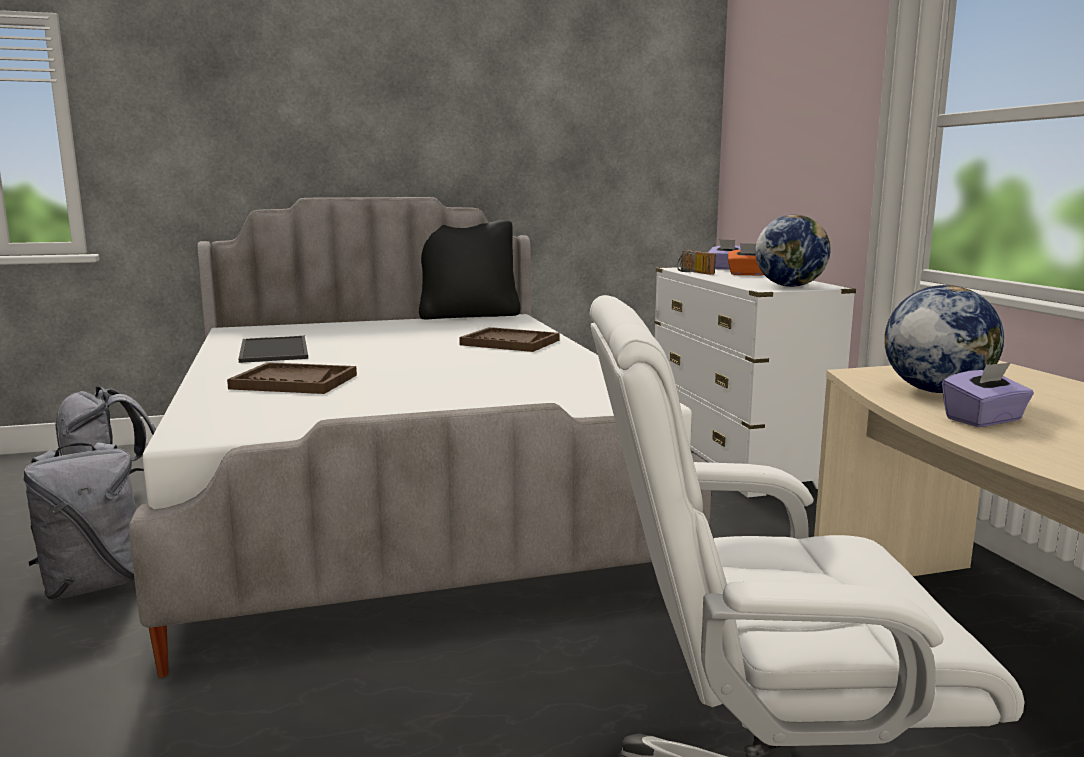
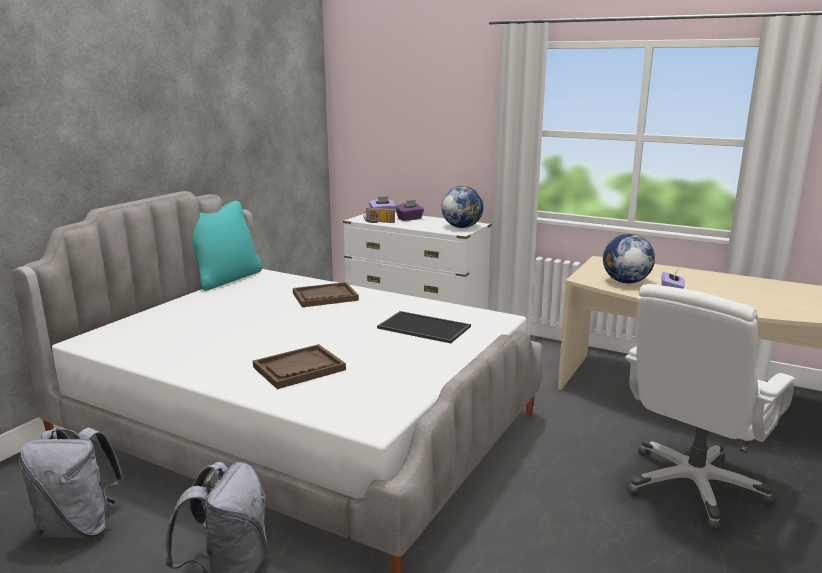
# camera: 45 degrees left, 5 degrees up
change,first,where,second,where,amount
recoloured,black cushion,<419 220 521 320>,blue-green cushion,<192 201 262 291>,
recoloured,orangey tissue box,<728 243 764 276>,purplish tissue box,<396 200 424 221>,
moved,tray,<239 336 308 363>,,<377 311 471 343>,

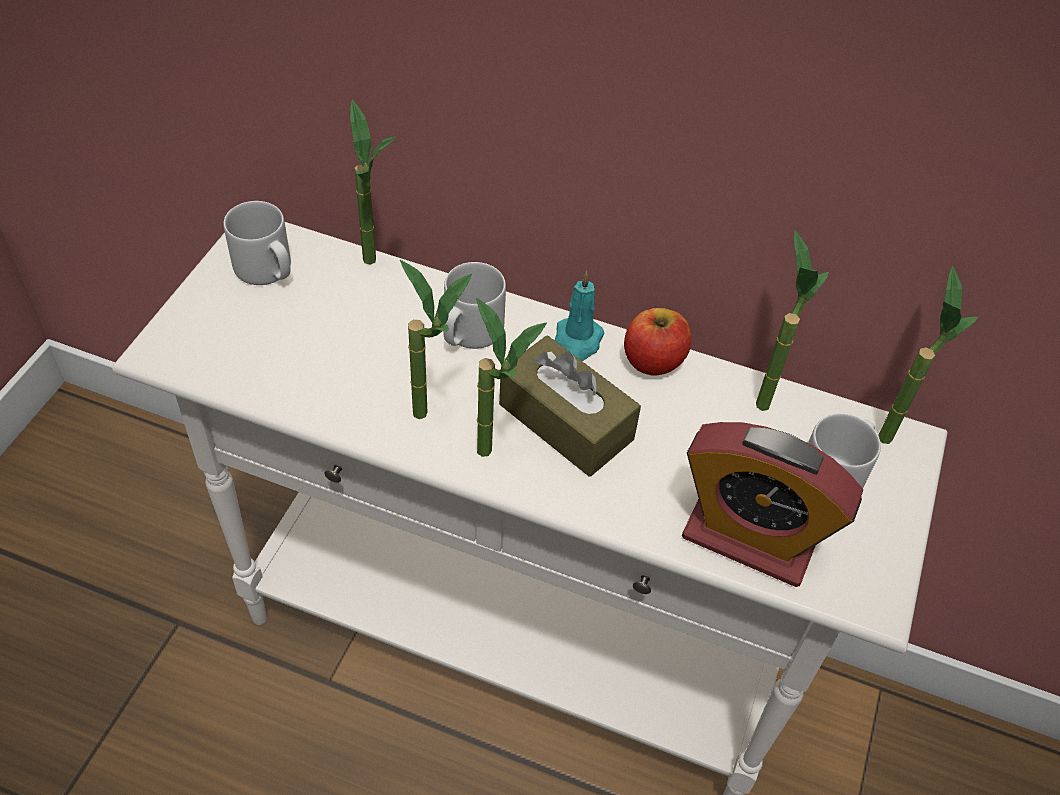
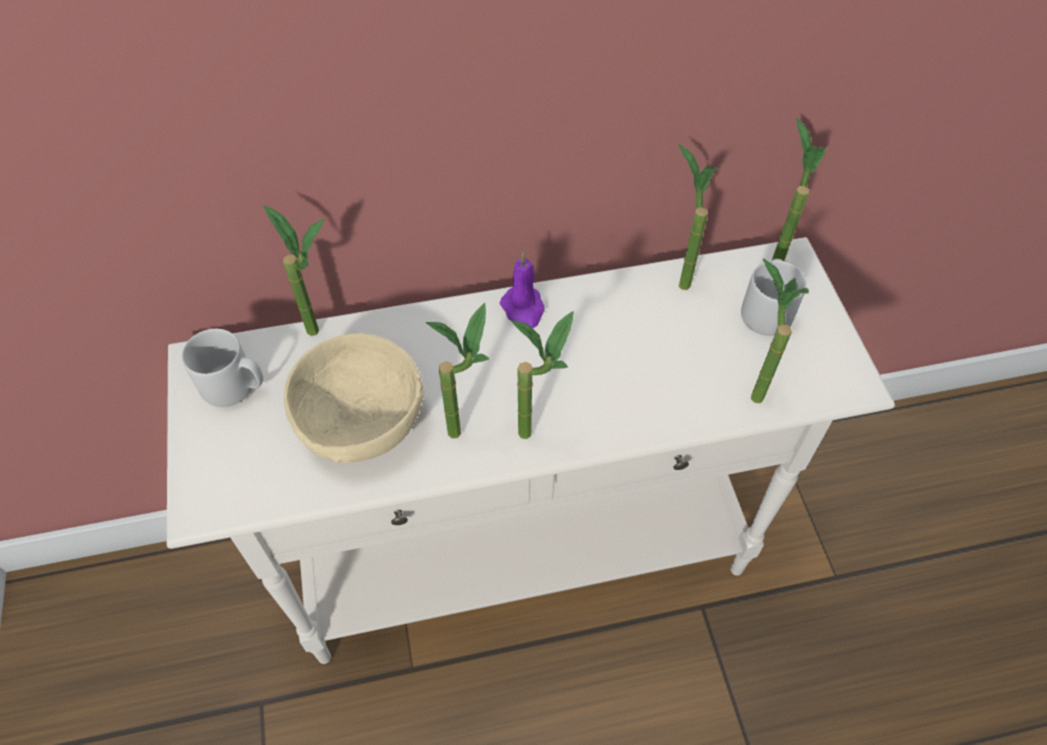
# camera: 30 degrees left, 5 degrees up
change,first,where,second,where,amount
removed,gray coffee mug,<443 262 506 349>,,,
recoloured,blue-green wax light,<555 271 604 361>,purplish wax light,<500 252 545 328>,
removed,apple,<624 308 692 376>,,,
removed,brown tissue box,<499 336 641 477>,,,
replaced,alarm clock,<682 422 863 587>,plant in a pot,<751 258 809 403>,
added,,,beige deep dish,<284 333 424 463>,

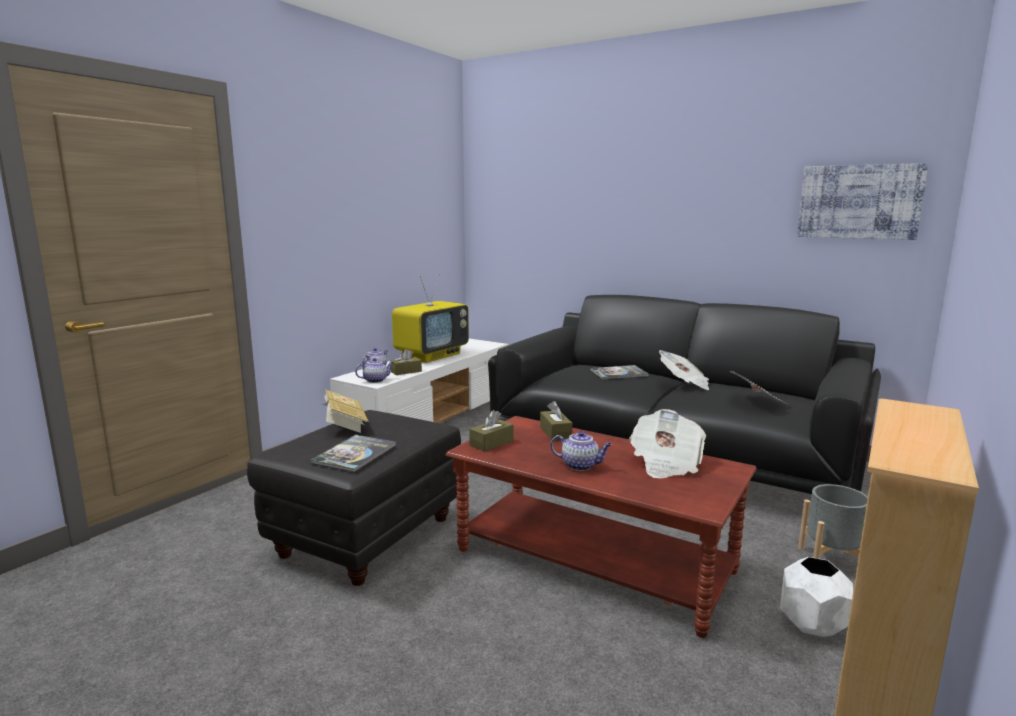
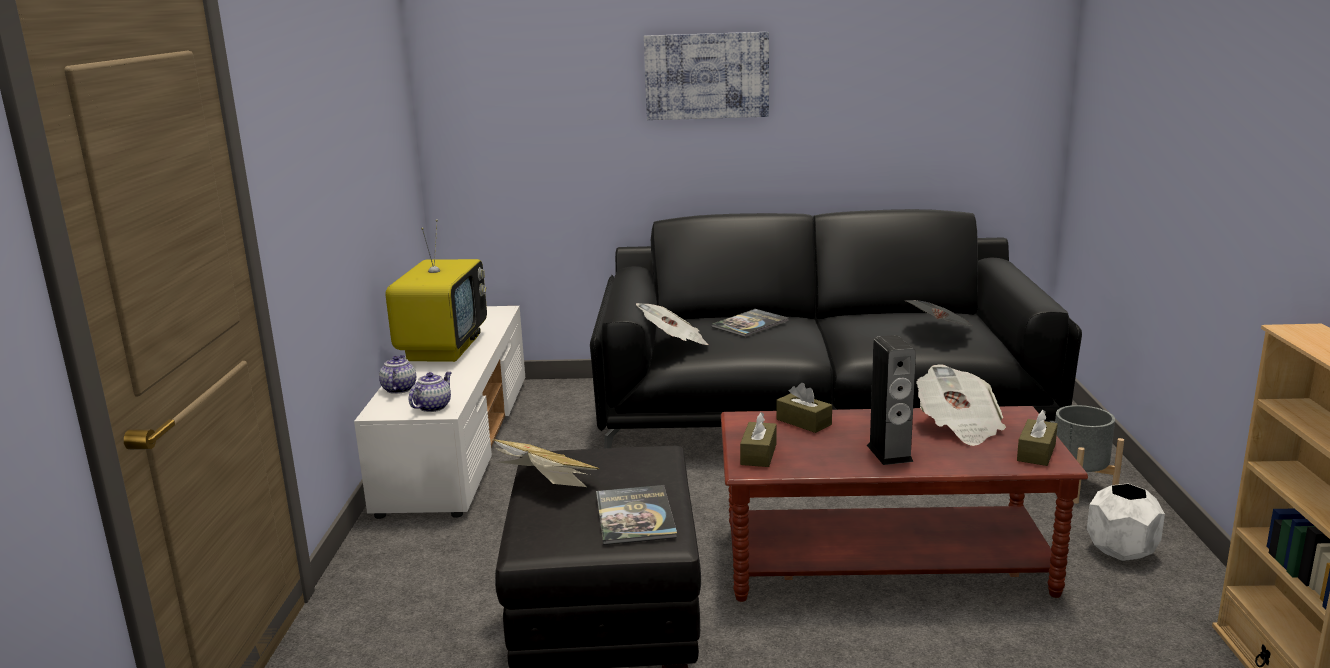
# camera: 30 degrees left, 5 degrees up
change,first,where,second,where,amount
moved,wall art,<797 163 928 240>,,<644 32 769 120>,
moved,brown tissue box,<390 349 422 375>,,<1017 410 1058 466>,
moved,newspaper,<659 350 709 390>,,<636 303 708 345>,
replaced,teapot,<550 431 612 471>,speaker,<867 335 916 465>,

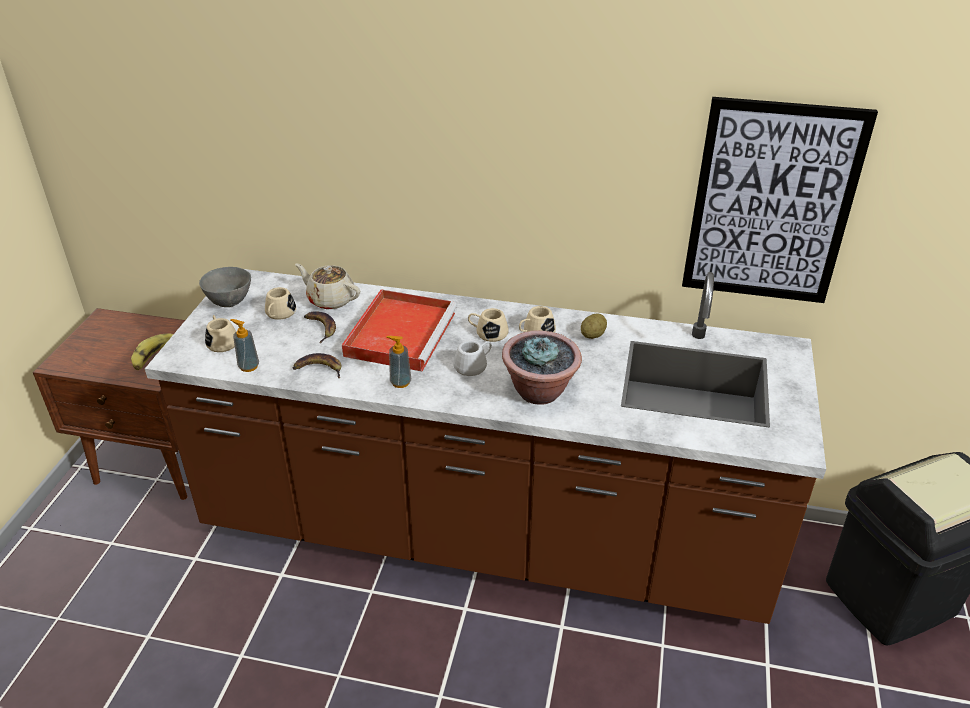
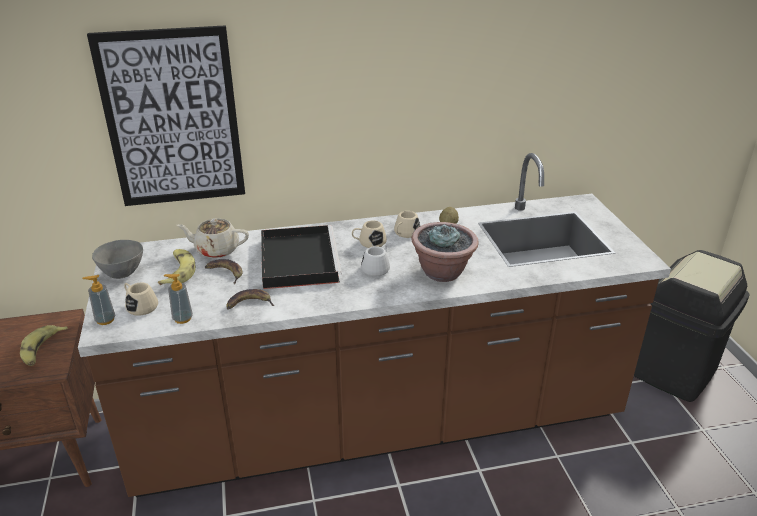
# camera: 25 degrees left, 5 degrees down
change,first,where,second,where,amount
moved,wall art,<682 97 878 303>,,<87 25 245 206>,
replaced,beige coffee mug,<265 287 296 320>,banana,<158 249 196 285>,
recoloured,red-coloured tray,<342 290 457 371>,black tray,<261 225 342 289>,
moved,liquid soap bottle,<386 336 411 388>,,<83 275 116 325>,

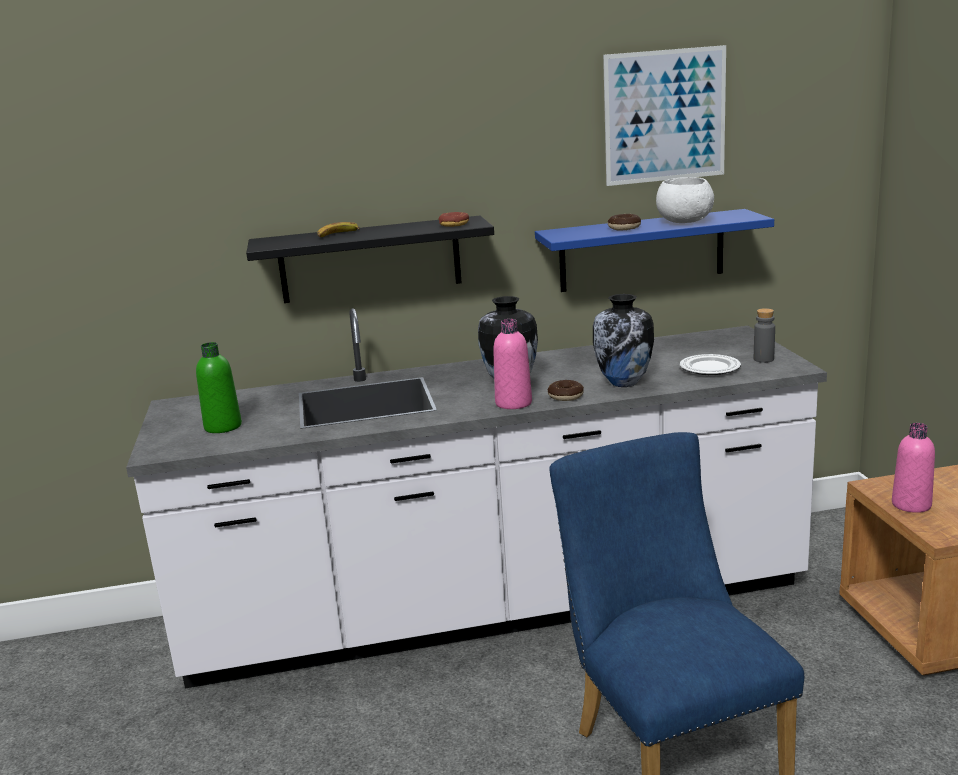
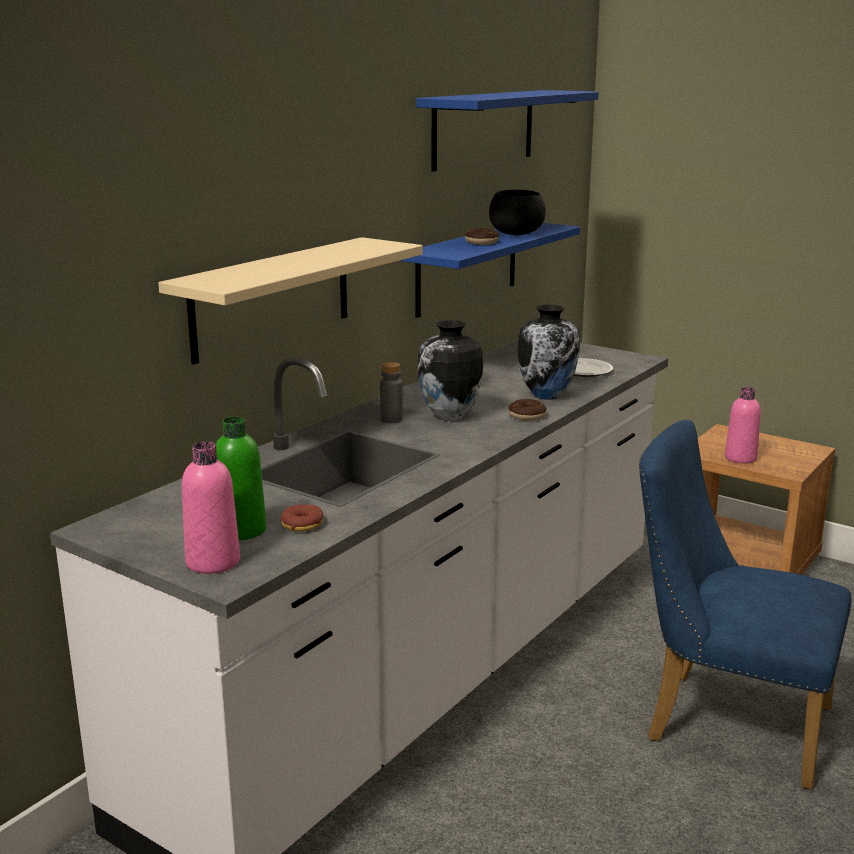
# camera: 45 degrees left, 0 degrees up
change,first,where,second,where,amount
replaced,wall art,<603 45 726 186>,bluish wall shelf,<416 90 599 172>,
recoloured,white deep dish,<656 177 714 223>,black deep dish,<489 190 546 235>,
moved,doughnut,<438 212 469 227>,,<280 505 323 532>,
recoloured,black wall shelf,<246 216 494 303>,beige wall shelf,<158 237 423 365>,
removed,banana,<317 222 360 237>,,,
moved,gray drink bottle,<754 308 775 363>,,<380 362 403 423>,
moved,pinkish drink bottle,<493 319 532 409>,,<182 442 240 574>,

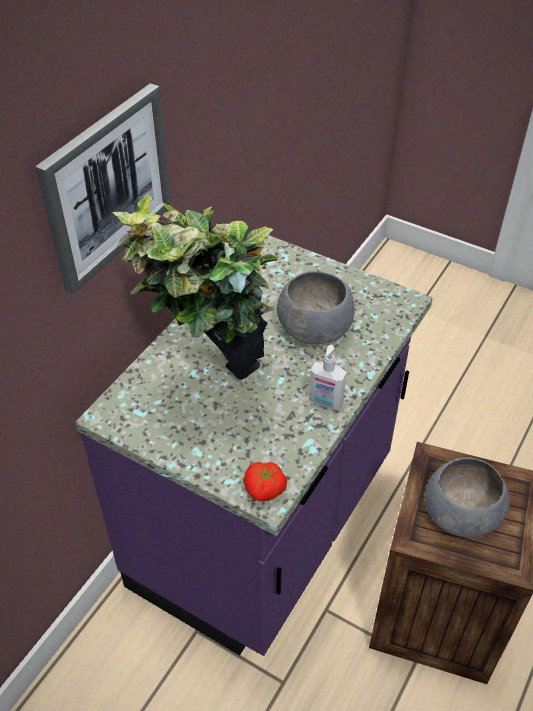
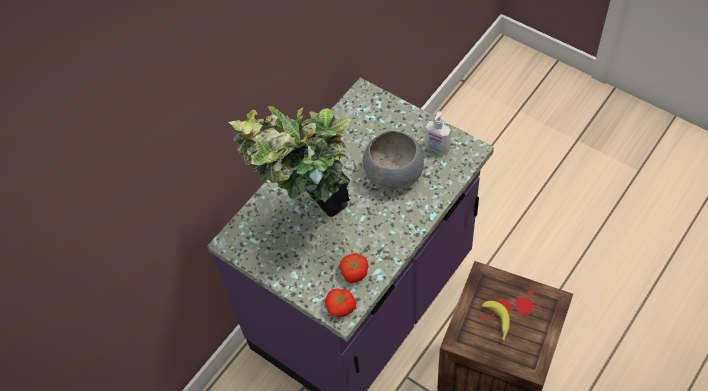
# camera: 10 degrees right, 10 degrees up
change,first,where,second,where,amount
removed,wall art,<35 83 172 294>,,,
moved,liquid soap bottle,<309 345 347 410>,,<425 111 451 155>,
replaced,gray deep dish,<425 457 510 537>,banana,<482 301 510 342>,
added,,,tomato,<339 253 369 283>,

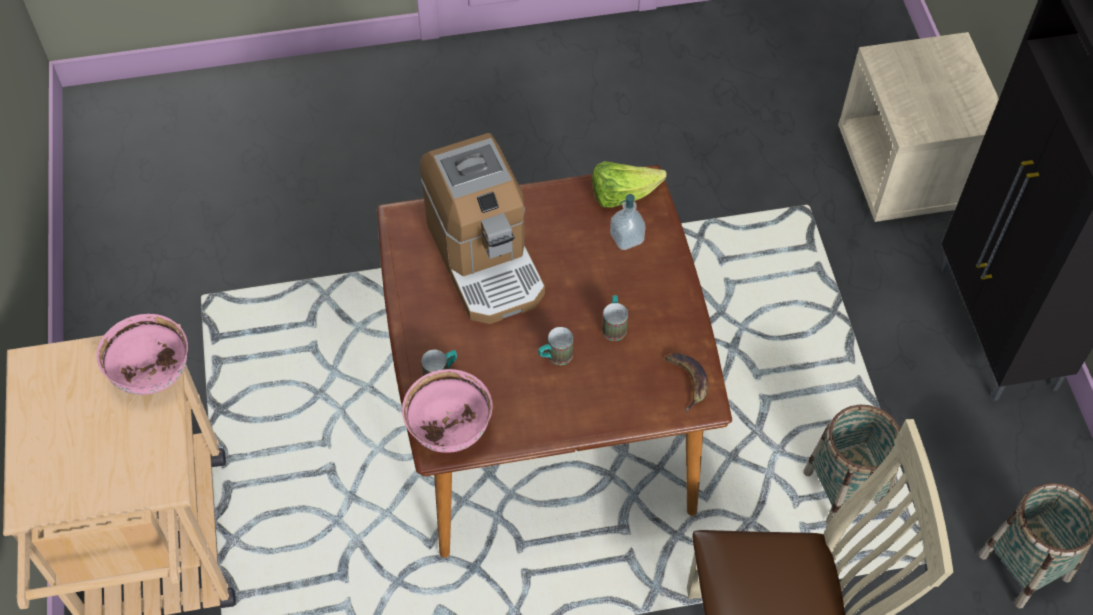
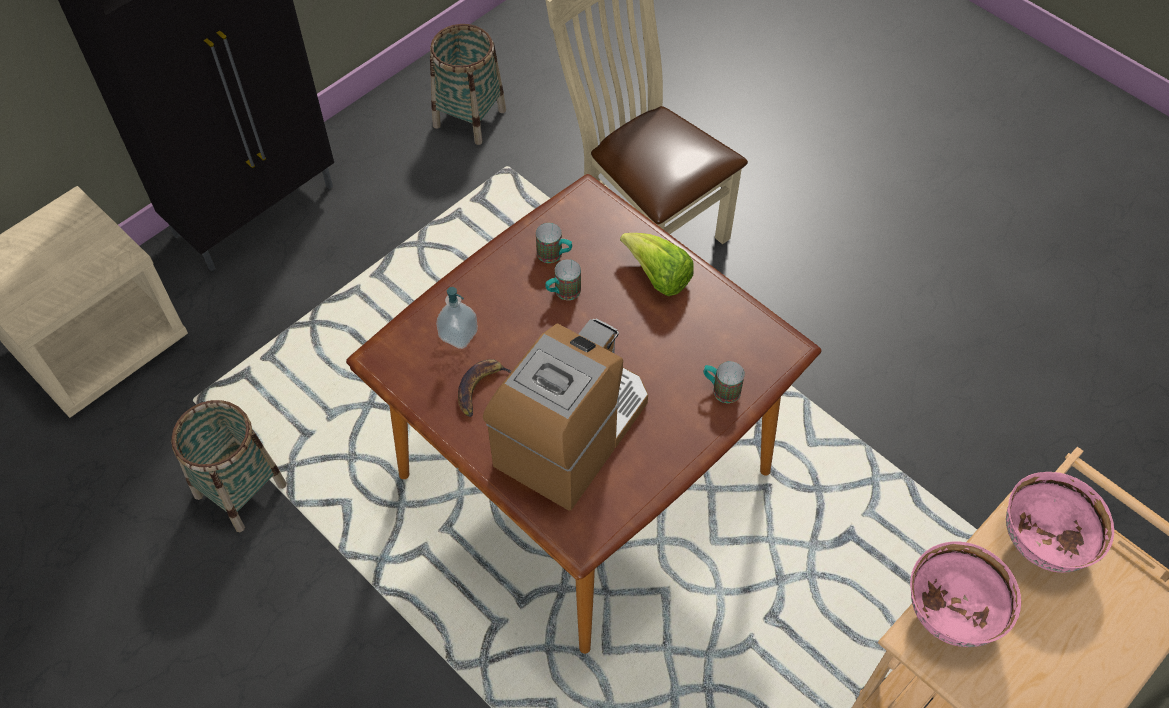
# camera: 125 degrees left, 0 degrees up
change,first,where,second,where,amount
moved,lettuce head,<592 161 667 208>,,<620 233 694 296>,
moved,coffee mug,<538 327 573 365>,,<536 223 572 263>,
moved,banana,<665 353 708 412>,,<458 359 512 417>,
moved,pinkish deep dish,<402 369 492 453>,,<1006 472 1114 573>,
moved,household basket,<803 405 900 524>,,<171 400 287 532>,

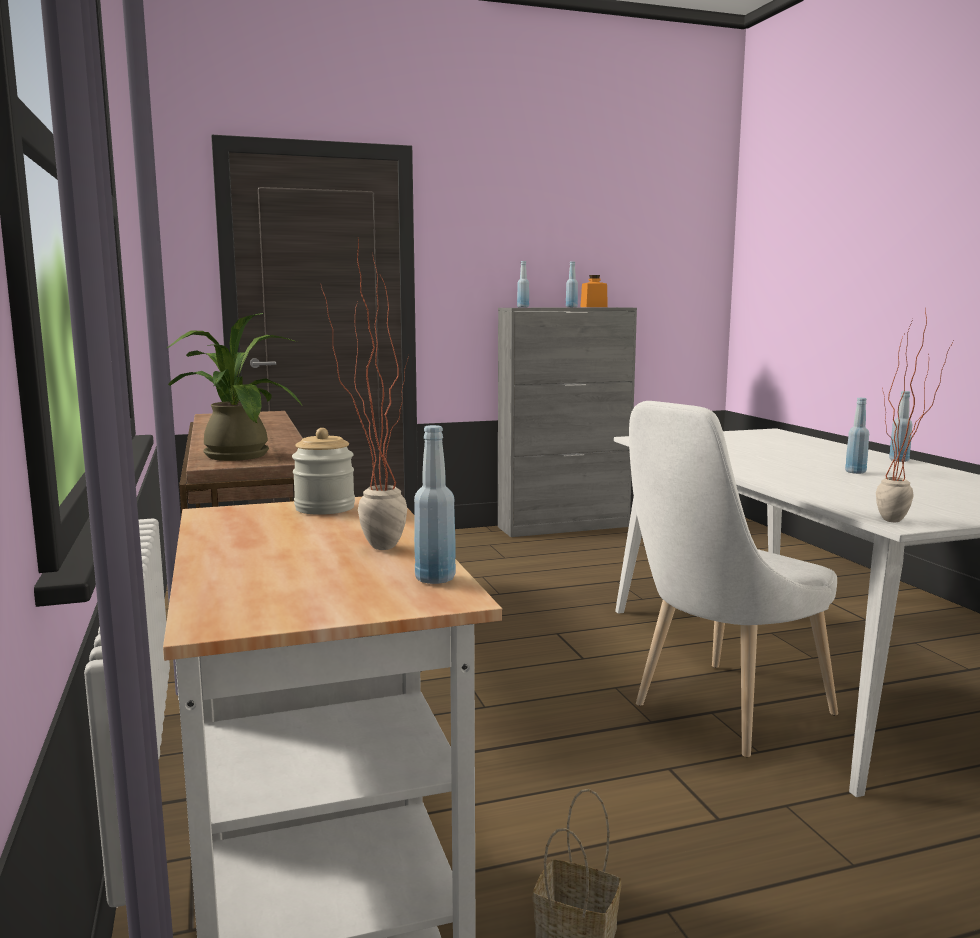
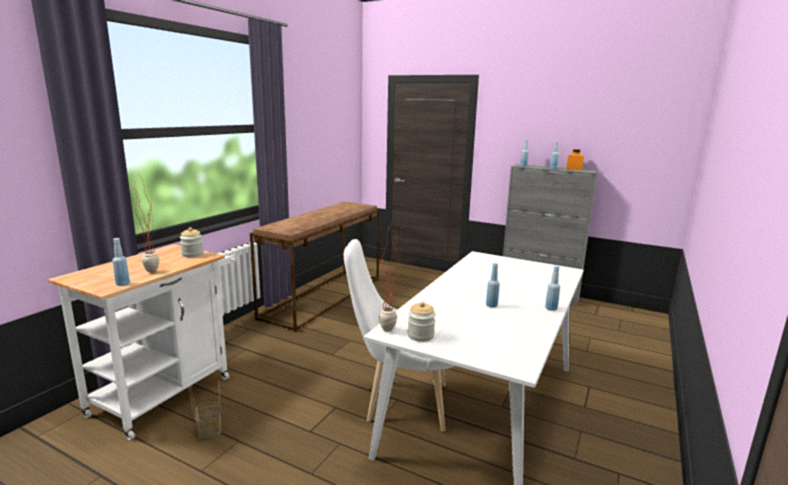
# camera: 45 degrees right, 5 degrees up
change,first,where,second,where,amount
removed,plant in a pot,<167 313 302 461>,,,
added,,,jar,<408 302 436 342>,

